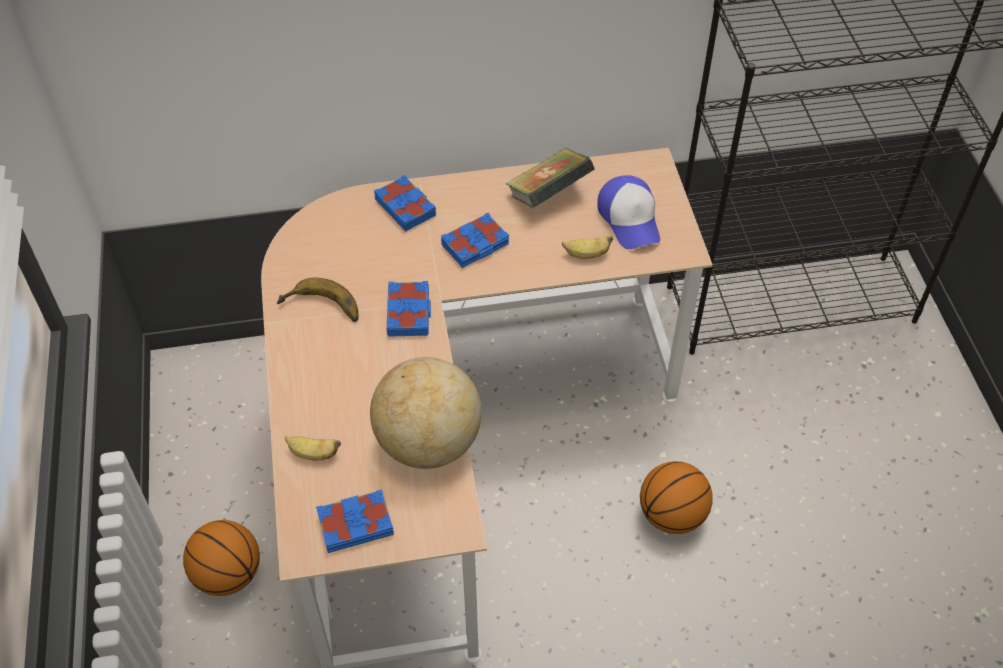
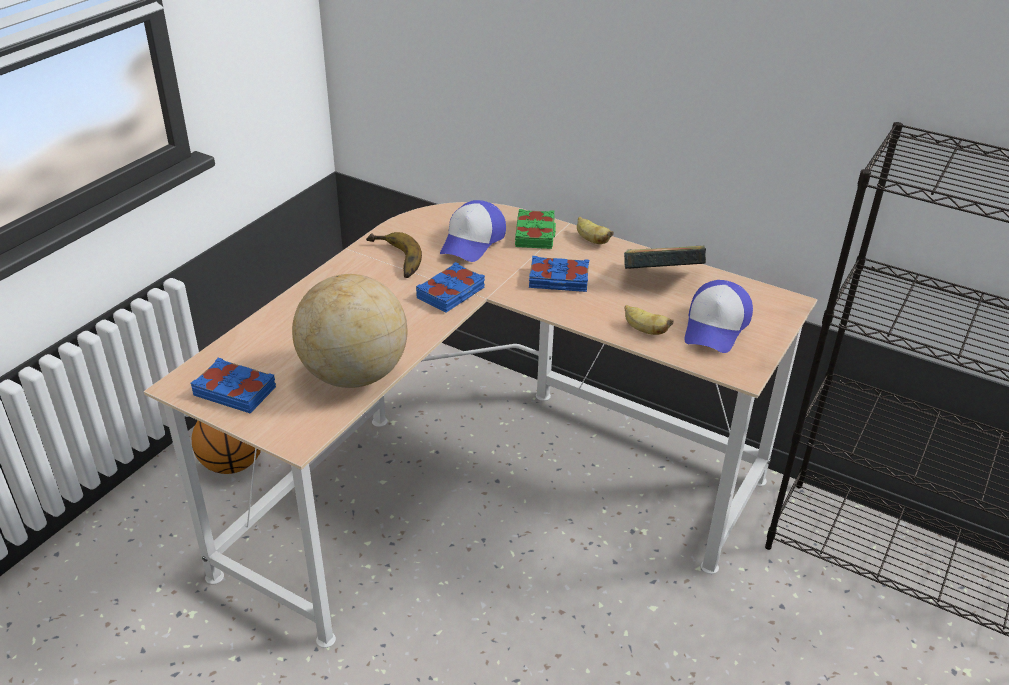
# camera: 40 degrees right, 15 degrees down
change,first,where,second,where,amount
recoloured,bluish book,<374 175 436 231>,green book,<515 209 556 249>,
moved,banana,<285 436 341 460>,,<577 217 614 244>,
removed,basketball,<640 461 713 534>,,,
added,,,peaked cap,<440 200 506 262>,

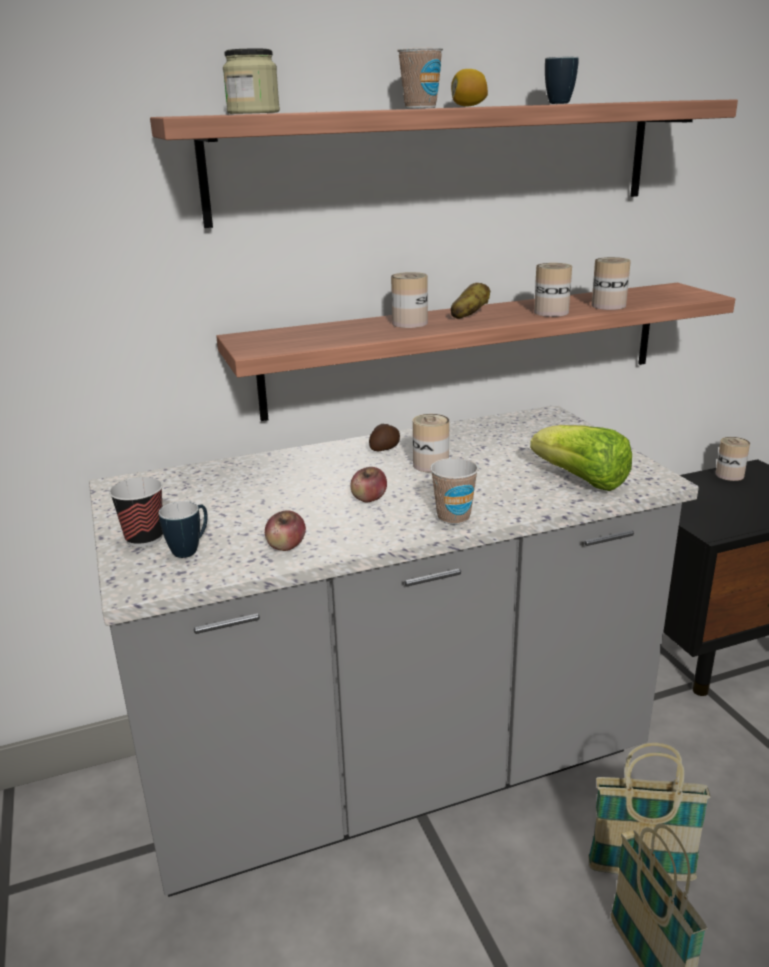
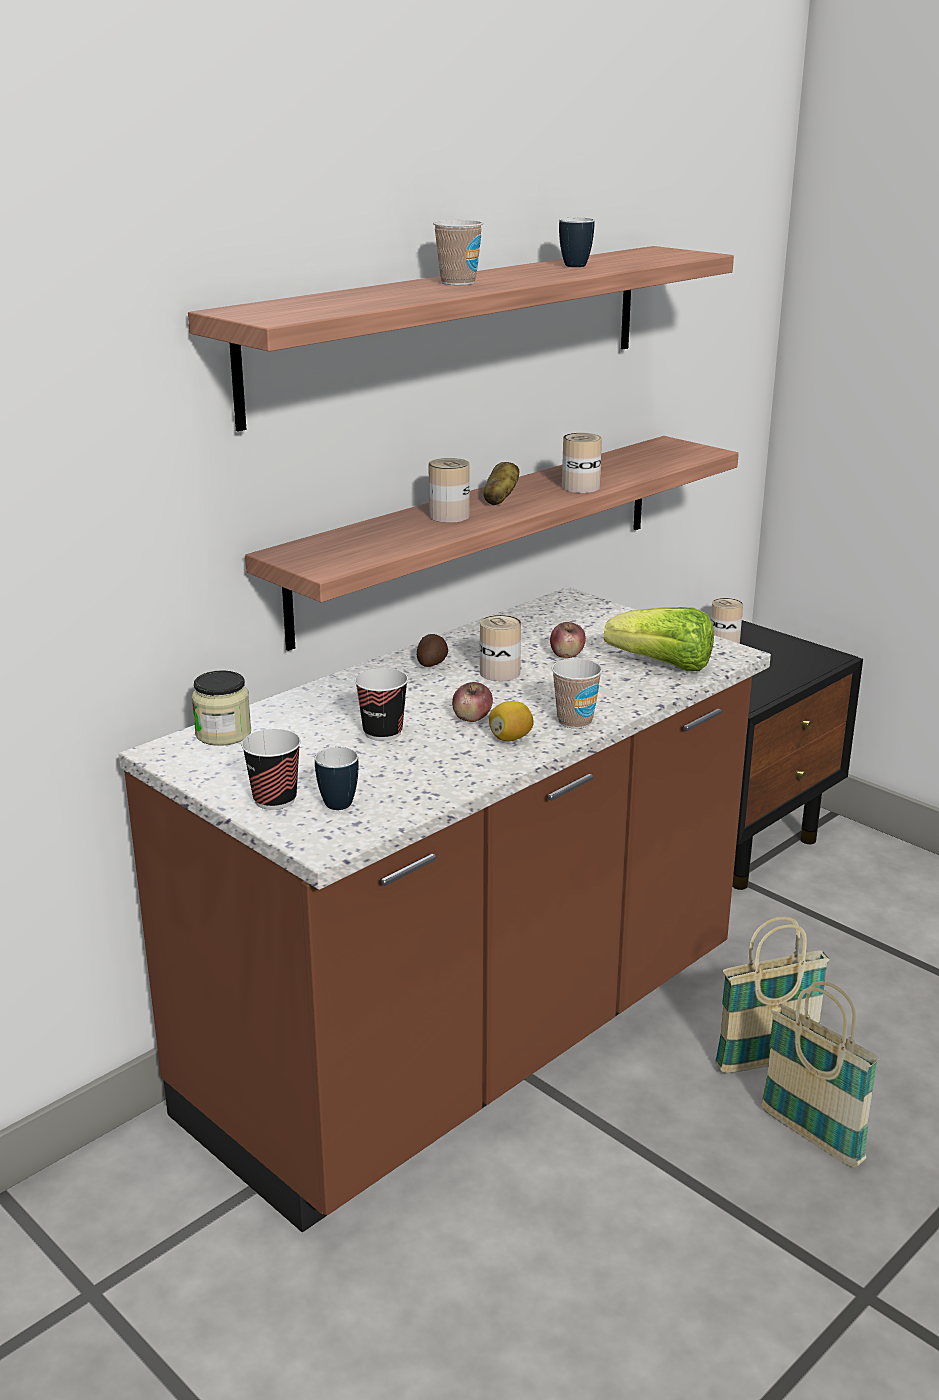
# camera: 25 degrees left, 0 degrees up
change,first,where,second,where,amount
moved,jar,<223 48 280 114>,,<192 670 251 746>,
moved,citrus fruit,<451 69 488 106>,,<489 701 534 741>,
removed,can,<591 257 631 310>,,,
recoloured,gray kitchen base unit,<89 405 699 897>,brown kitchen base unit,<119 587 771 1233>,
moved,apple,<265 510 306 551>,,<550 622 586 658>,
added,,,drinking cup,<354 668 408 741>,

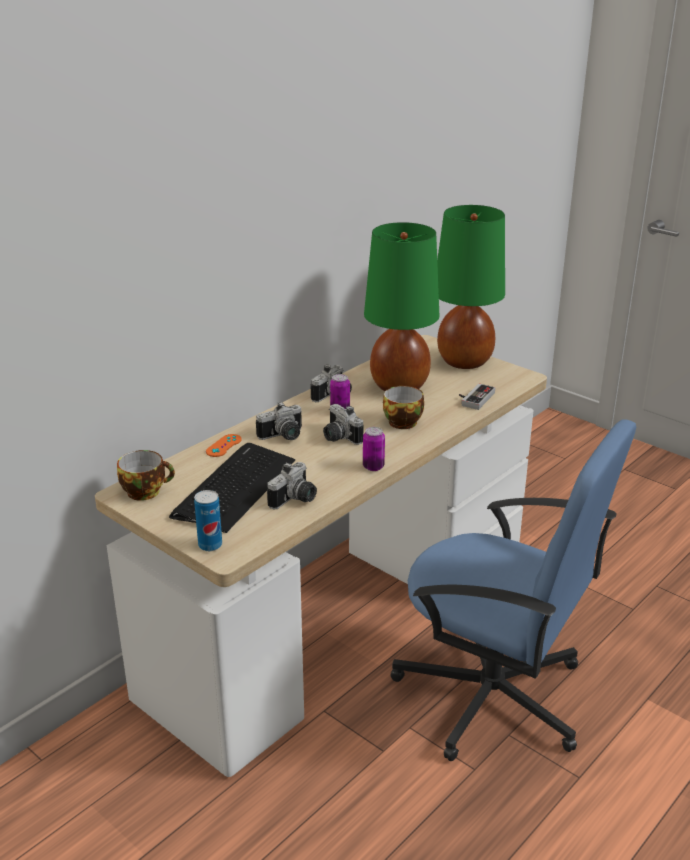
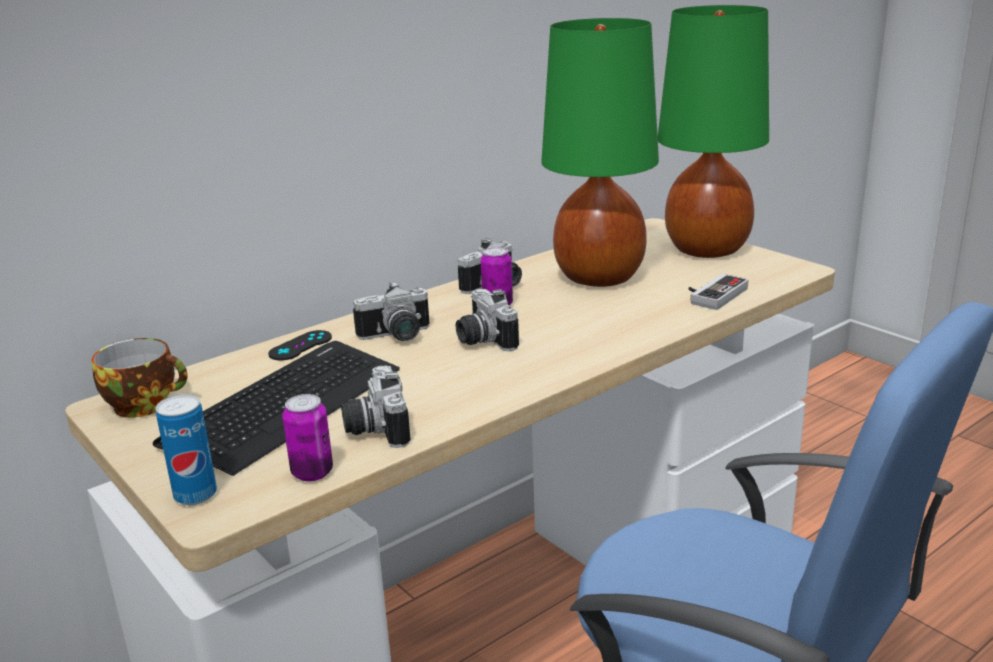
# camera: 10 degrees right, 5 degrees down
change,first,where,second,where,amount
removed,drinking cup,<383 386 424 429>,,,
moved,can,<363 427 385 471>,,<282 394 333 481>,
recoloured,orangey game controller,<206 434 242 457>,black game controller,<268 330 332 360>,
turned,photo camera,<267 462 317 509>,,<341 365 411 448>,120 degrees clockwise

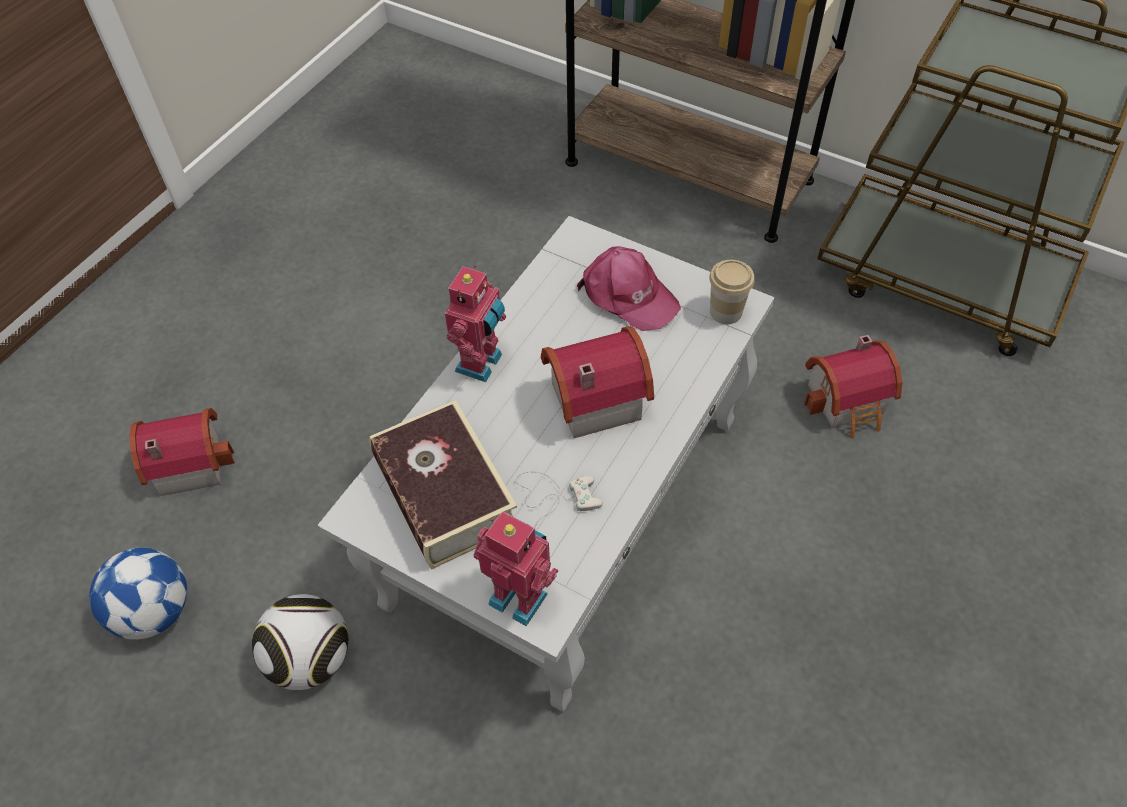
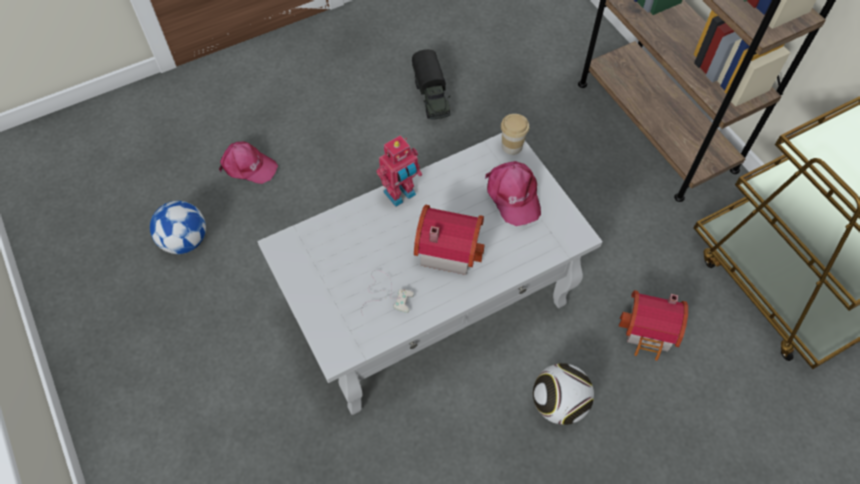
# camera: 30 degrees right, 5 degrees up
change,first,where,second,where,amount
moved,drinking cup,<709 260 755 324>,,<501 114 529 155>,
removed,book,<369 400 517 570>,,,
replaced,toy house,<129 408 235 496>,pinkish peaked cap,<219 141 278 184>,
removed,toy robot,<473 511 558 626>,,,
moved,football,<252 594 348 690>,,<533 363 594 425>,
added,,,toy truck,<412 49 451 120>,

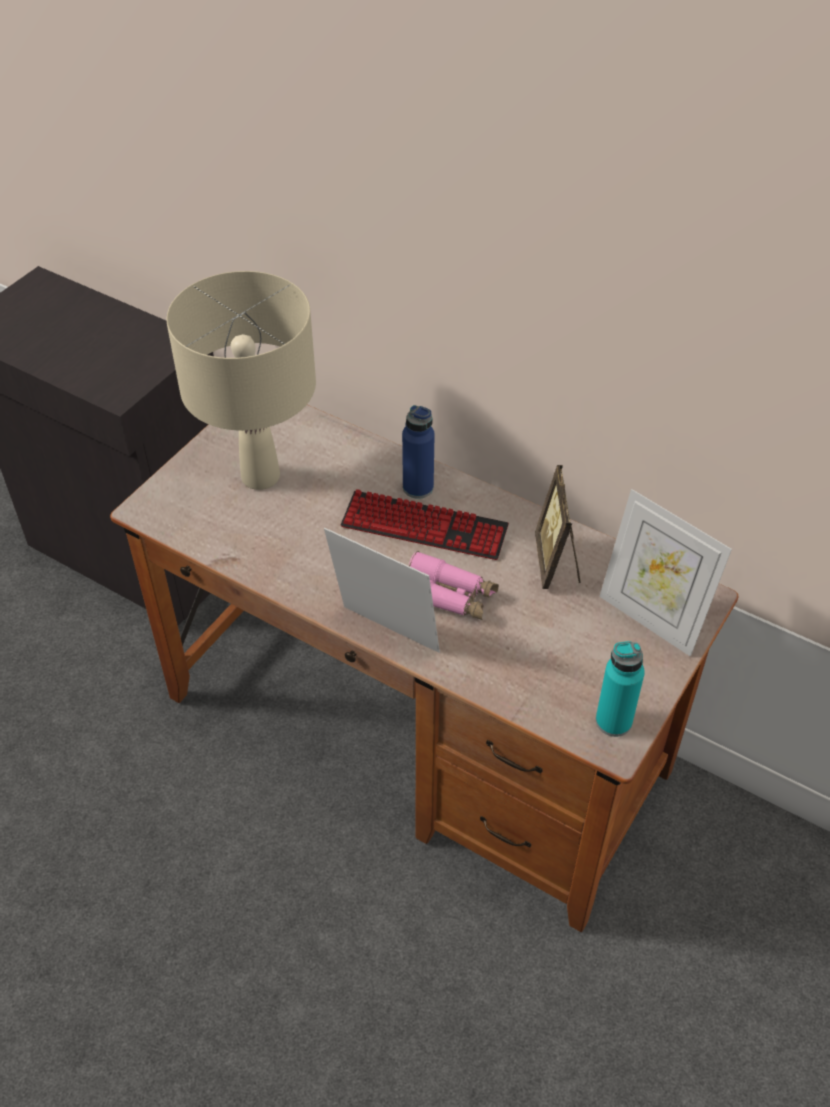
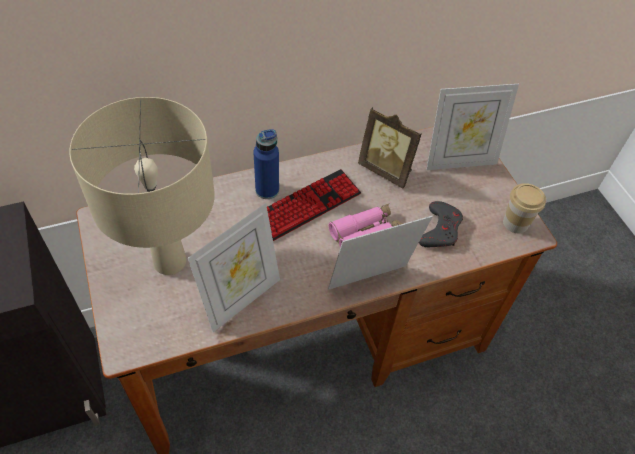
# camera: 55 degrees left, 5 degrees up
change,first,where,second,where,amount
replaced,blue-green drink bottle,<596 641 645 737>,drinking cup,<503 183 546 233>,
added,,,gray game controller,<419 201 463 247>,
added,,,photo frame,<188 203 280 332>,

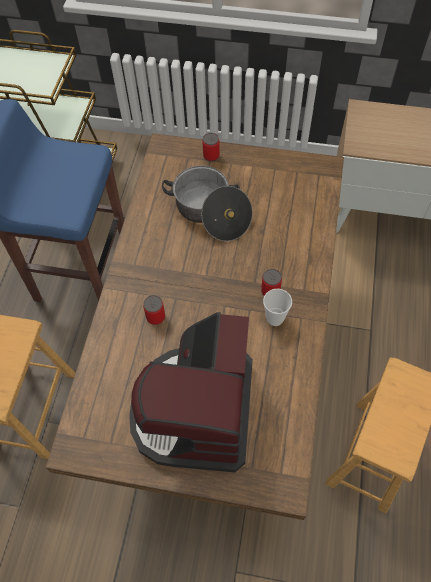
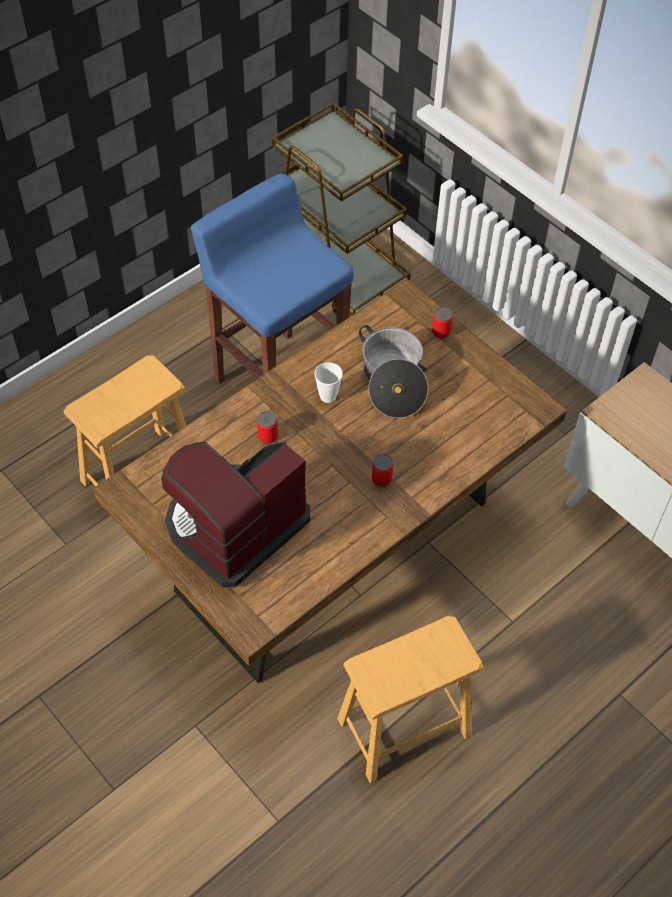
# camera: 35 degrees right, 5 degrees down
change,first,where,second,where,amount
moved,drinking cup,<263 289 292 326>,,<314 362 343 403>,

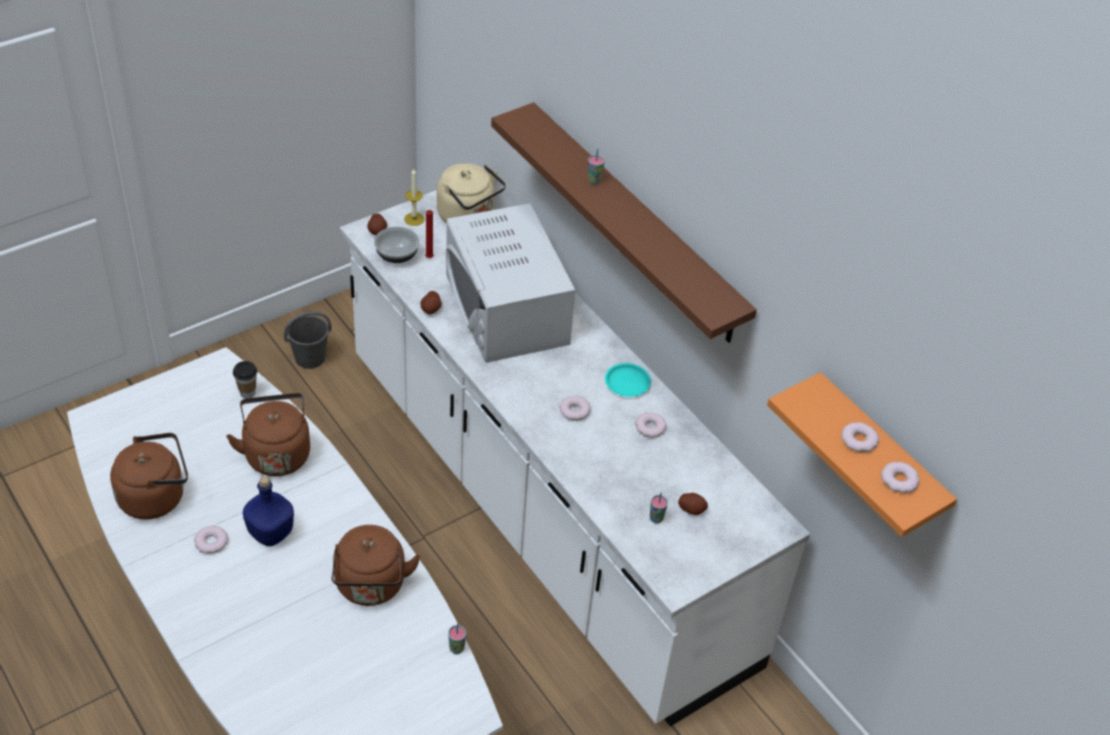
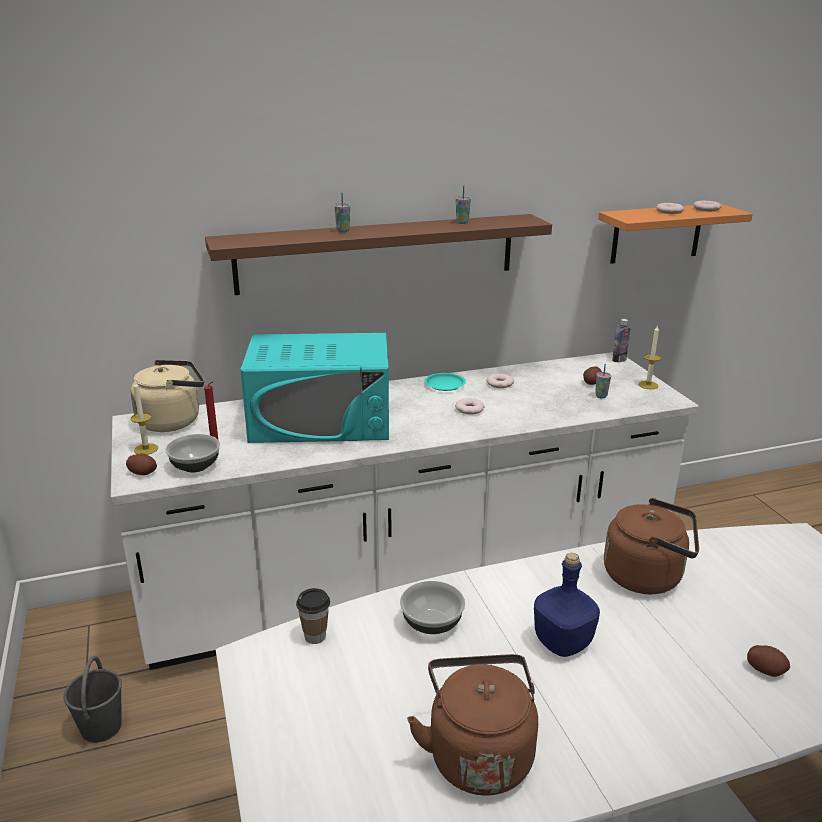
# camera: 70 degrees left, 20 degrees down
change,first,where,second,where,amount
recoloured,white kitchen microwave,<446 203 575 363>,blue-green kitchen microwave,<240 333 389 443>,
moved,potato,<421 291 442 314>,,<747 645 790 677>,
replaced,brown tea kettle,<226 393 310 476>,deep dish,<400 581 465 634>,
removed,doughnut,<194 526 228 554>,,,
moved,drinking cup,<448 624 466 654>,,<456 185 471 224>,
added,,,drink bottle,<612 319 630 362>,
added,,,wax light,<638 325 661 389>,

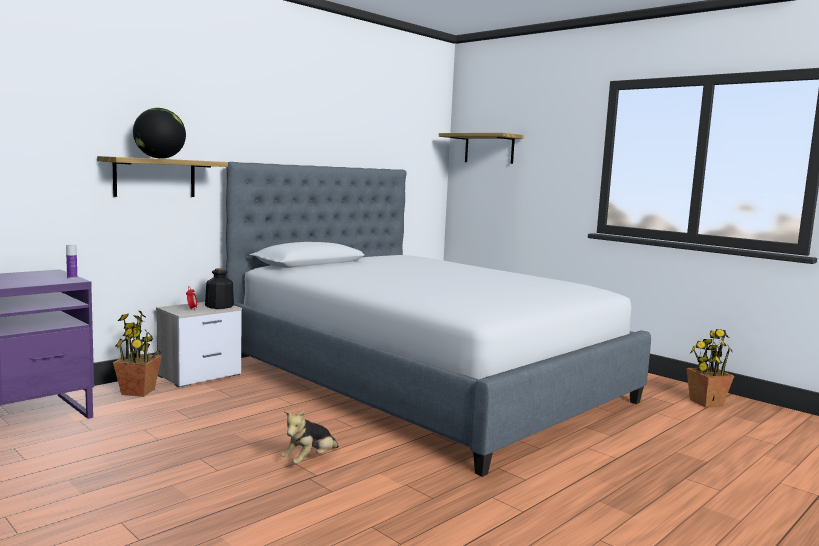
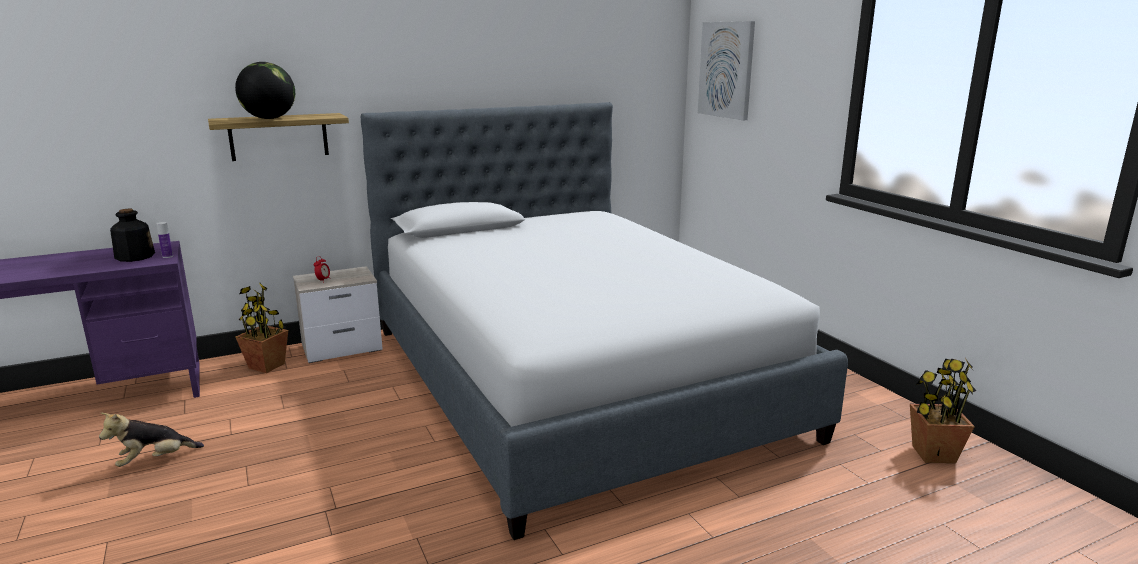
# camera: 20 degrees right, 10 degrees up
change,first,where,second,where,amount
replaced,wall shelf,<439 133 524 164>,wall art,<698 21 755 120>,
moved,drink bottle,<205 268 234 309>,,<110 209 155 262>,
moved,cuddly toy,<281 410 339 464>,,<99 413 204 467>,

